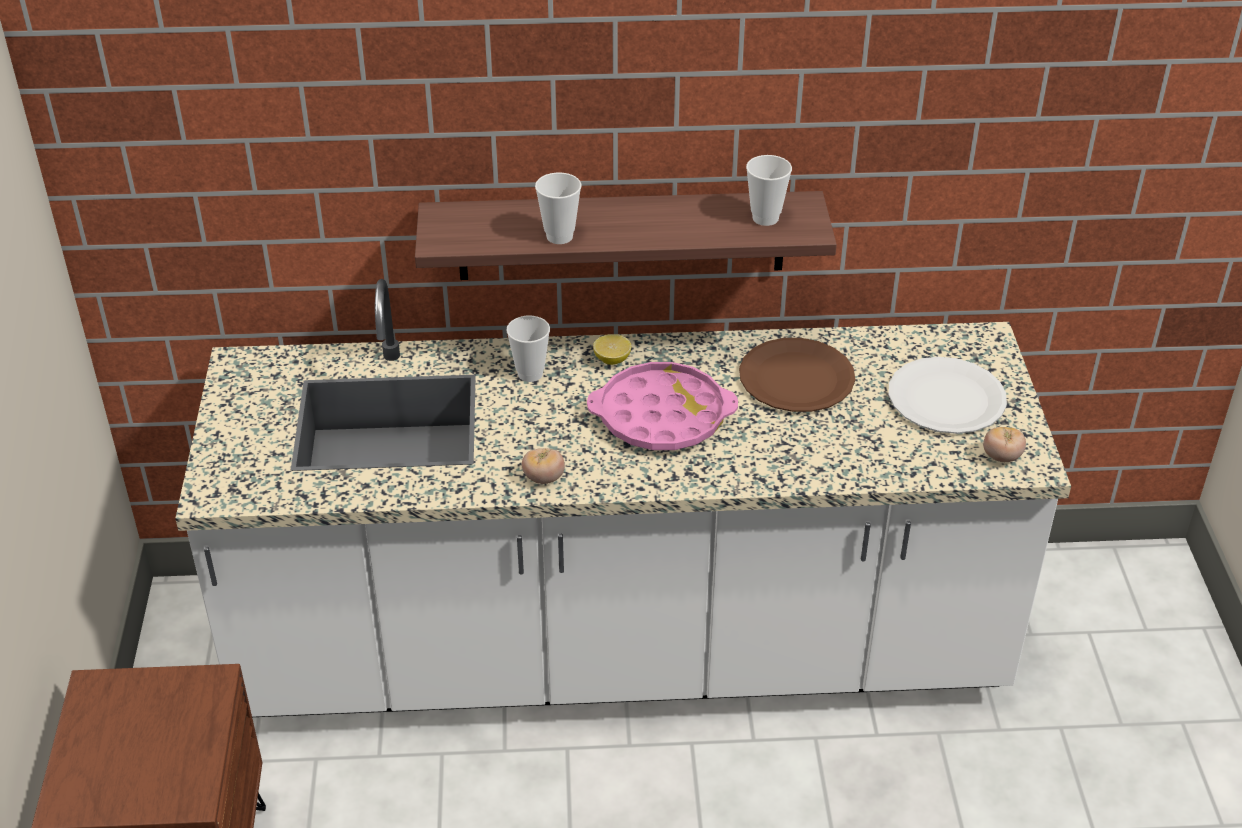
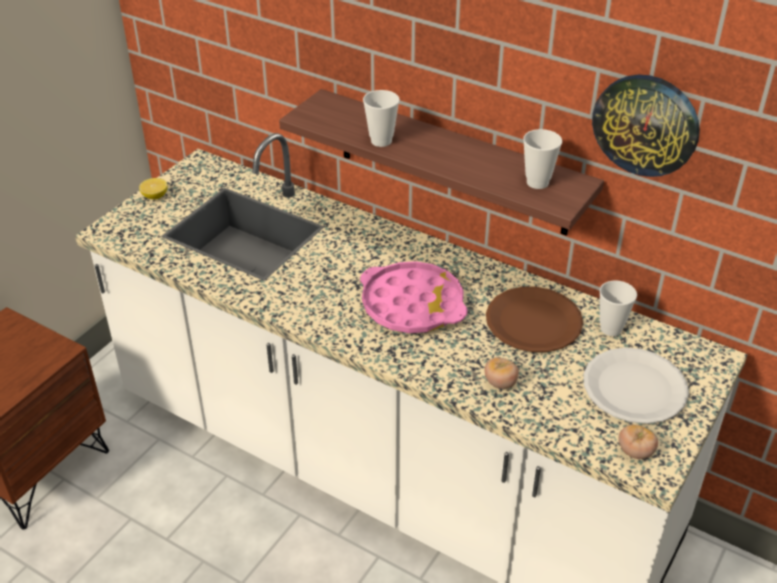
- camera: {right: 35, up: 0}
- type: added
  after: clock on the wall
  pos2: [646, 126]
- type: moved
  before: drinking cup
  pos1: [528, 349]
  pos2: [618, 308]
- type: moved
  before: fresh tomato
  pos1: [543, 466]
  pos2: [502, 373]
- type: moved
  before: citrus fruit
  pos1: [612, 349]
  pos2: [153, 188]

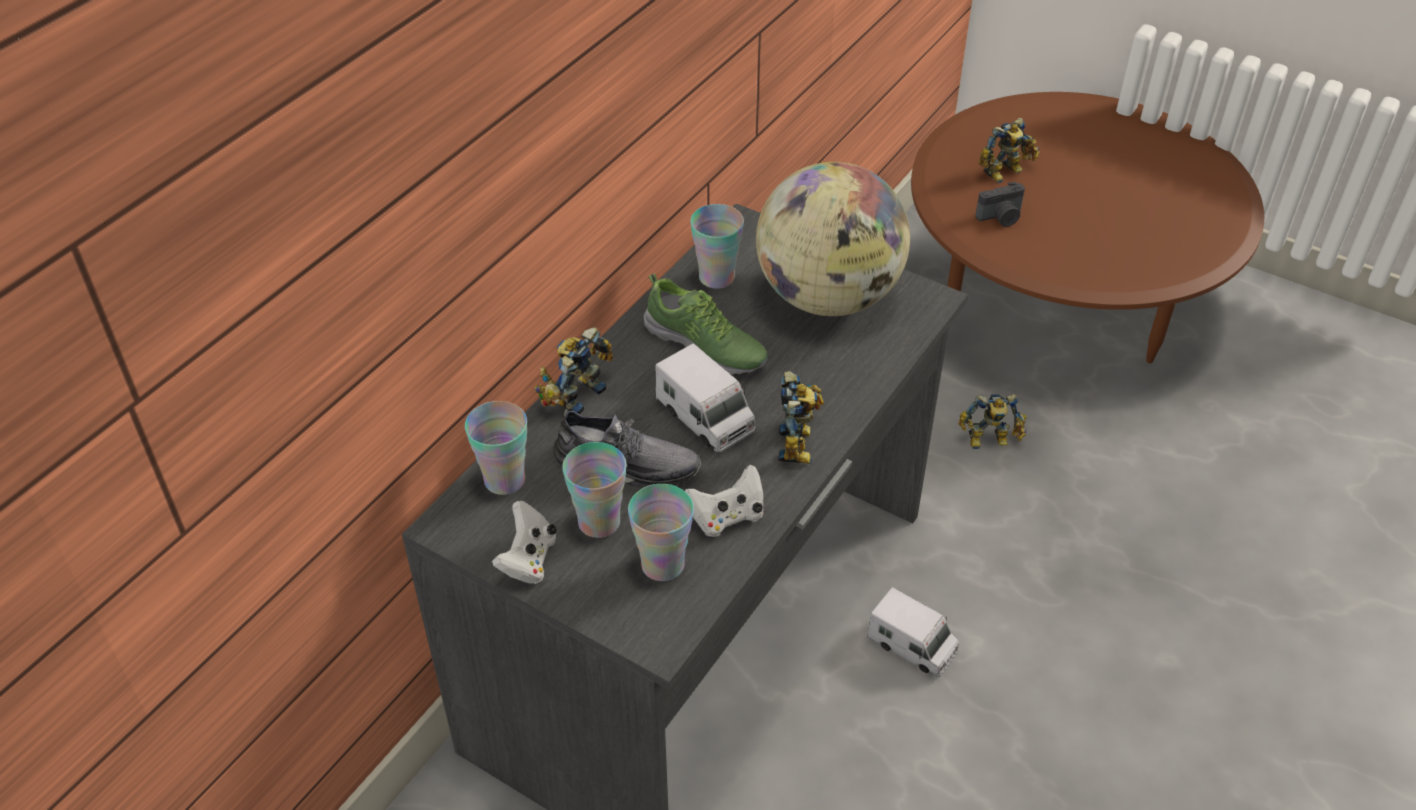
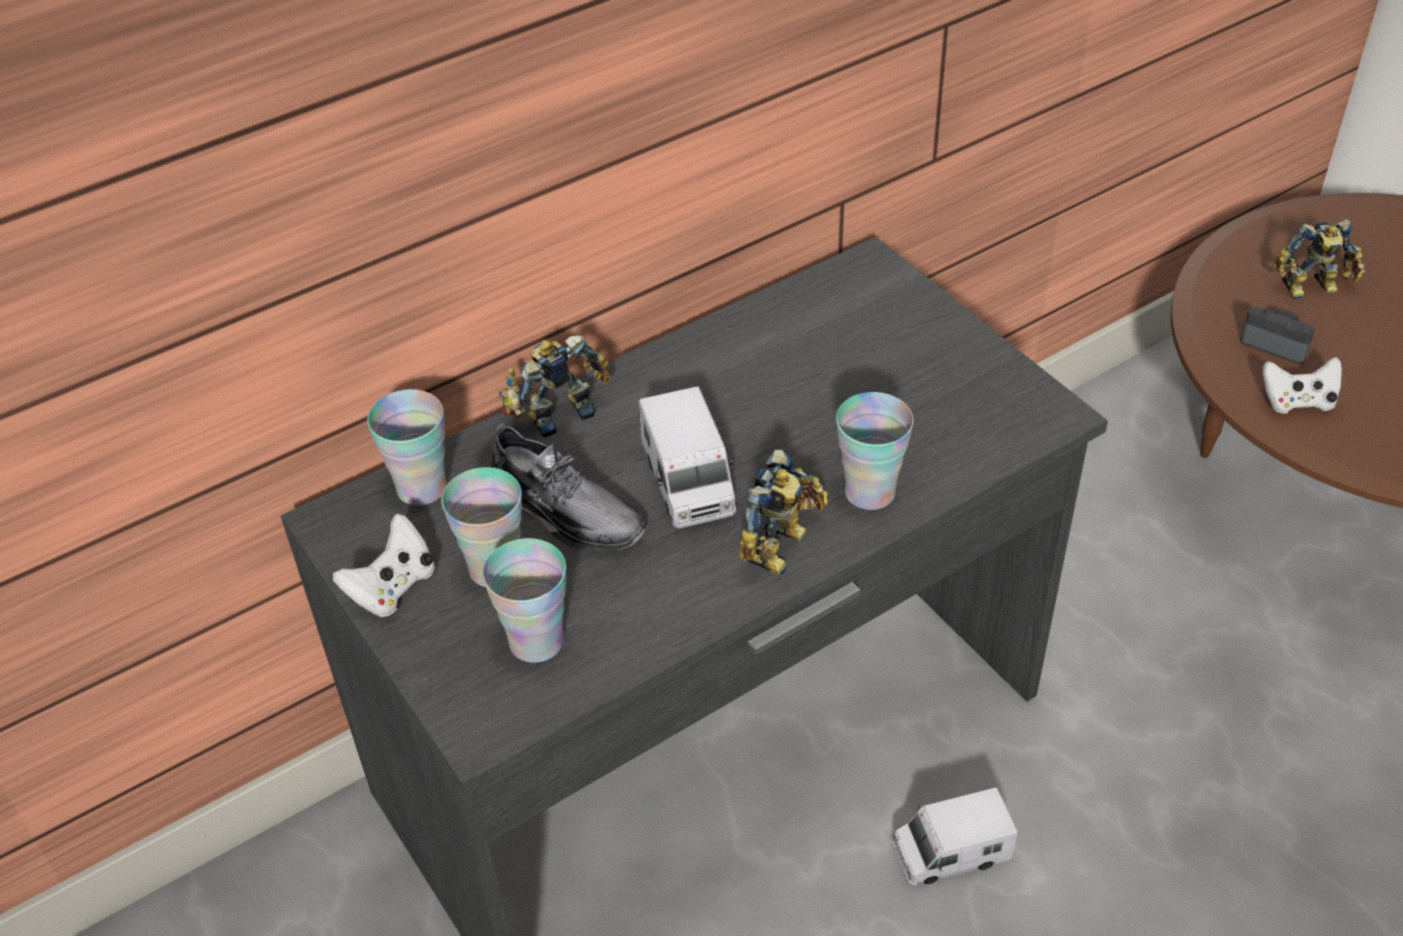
- camera: {right: 25, up: 0}
- type: removed
  before: shoe
  pos1: [705, 323]
- type: removed
  before: globe
  pos1: [833, 239]
- type: removed
  before: robot figure
  pos1: [992, 421]
- type: moved
  before: whitish gamepad
  pos1: [724, 501]
  pos2: [1302, 385]
- type: moved
  before: drinking cup
  pos1: [717, 246]
  pos2: [875, 451]
- type: turned
  before: toy truck
  pos1: [913, 632]
  pos2: [955, 836]
  turn: 105
- type: turned
  before: still camera
  pos1: [1000, 204]
  pos2: [1277, 335]
  turn: -150

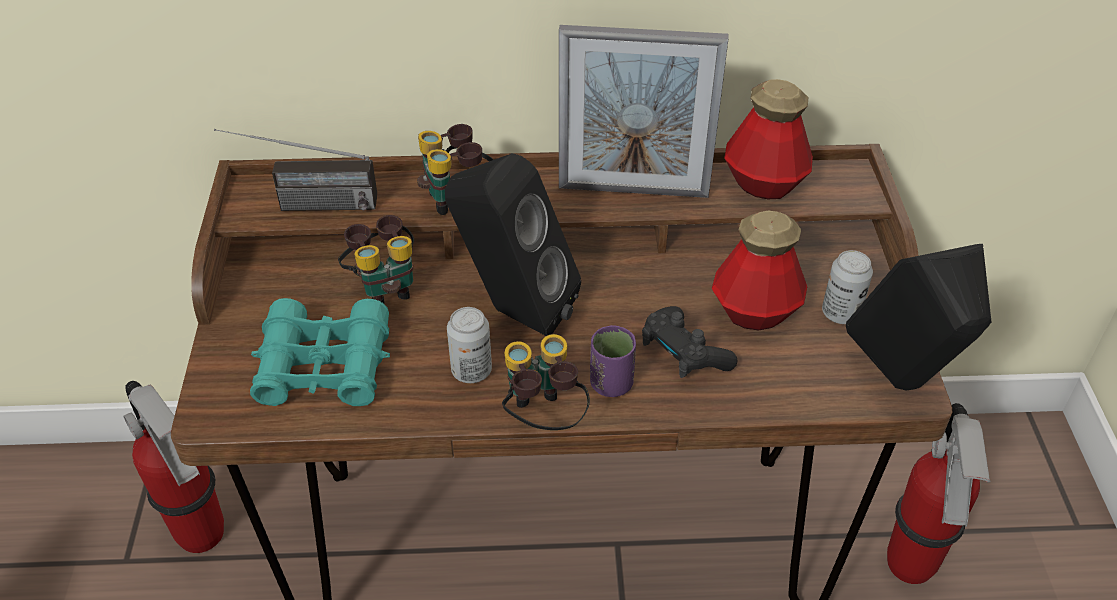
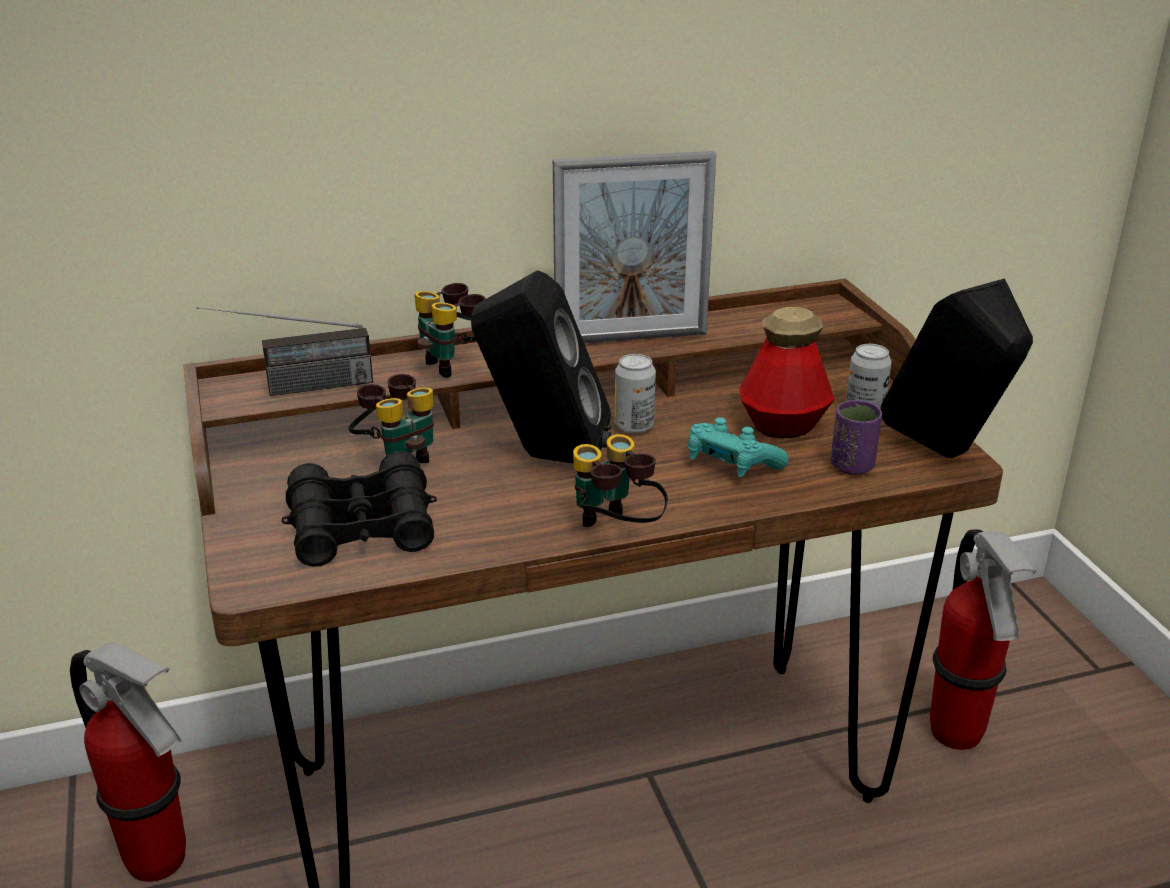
- camera: {right: -15, up: -15}
- type: removed
  before: bottle
  pos1: [768, 139]
- type: moved
  before: metal can
  pos1: [469, 345]
  pos2: [635, 394]
- type: moved
  before: purple-coloured drinking cup
  pos1: [613, 361]
  pos2: [856, 437]
- type: recoloured
  before: turquoise field glasses
  after: blackish field glasses
  pos1: [320, 352]
  pos2: [359, 508]
- type: recoloured
  before: blackish gamepad
  after: turquoise gamepad
  pos1: [689, 342]
  pos2: [738, 447]

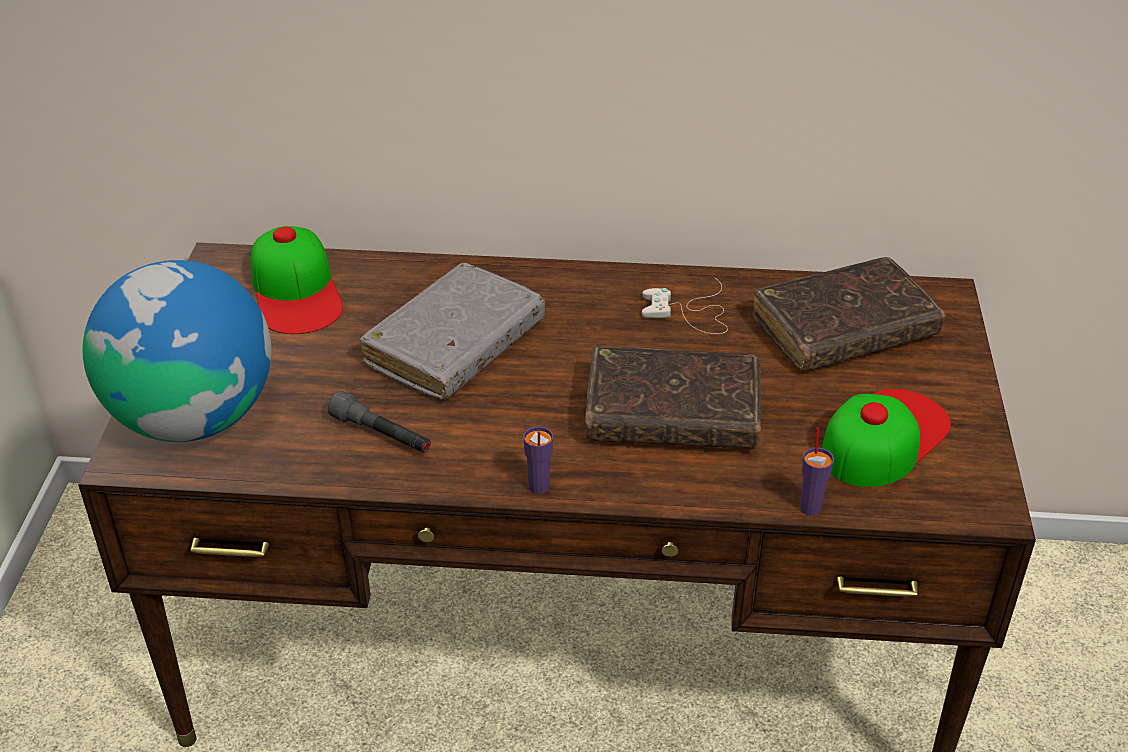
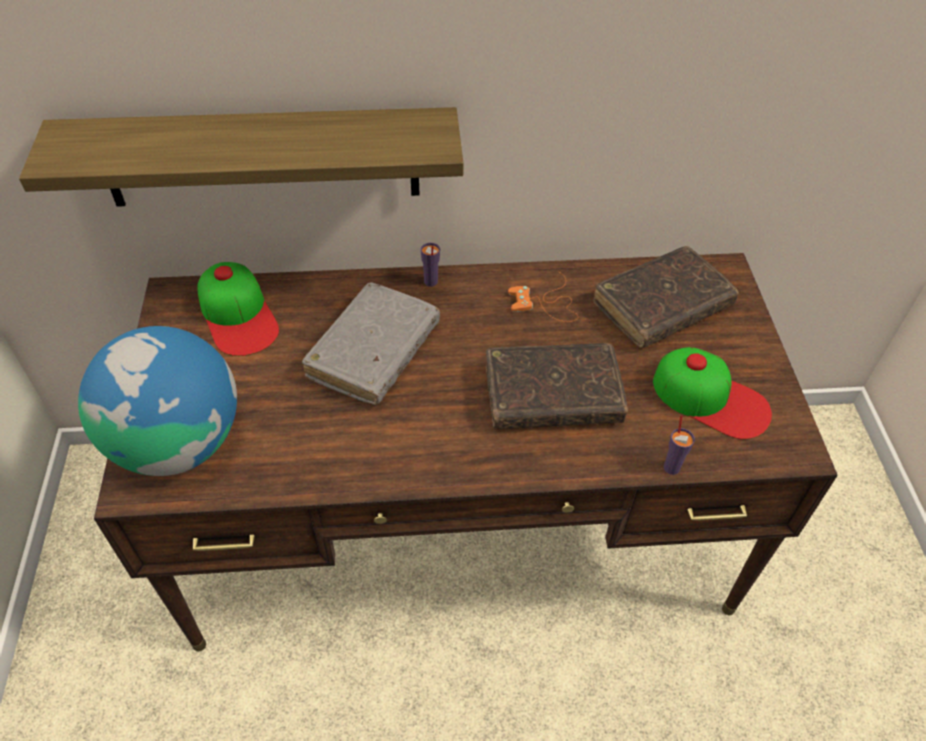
- camera: {right: -10, up: 10}
- type: removed
  before: gray hand torch
  pos1: [379, 422]
- type: added
  after: bracket shelf
  pos2: [241, 157]
- type: moved
  before: purple-coloured drinking cup
  pos1: [538, 460]
  pos2: [430, 265]
- type: recoloured
  before: whitish gamepad
  after: orangey gamepad
  pos1: [685, 305]
  pos2: [543, 296]
- type: turned
  before: cap
  pos1: [886, 438]
  pos2: [712, 393]
  turn: 90

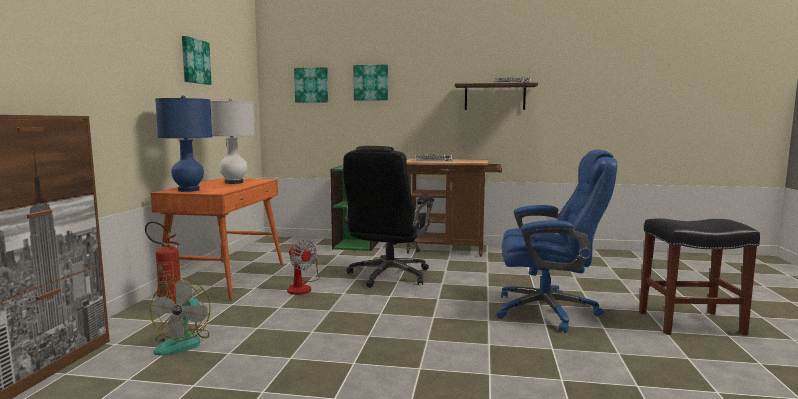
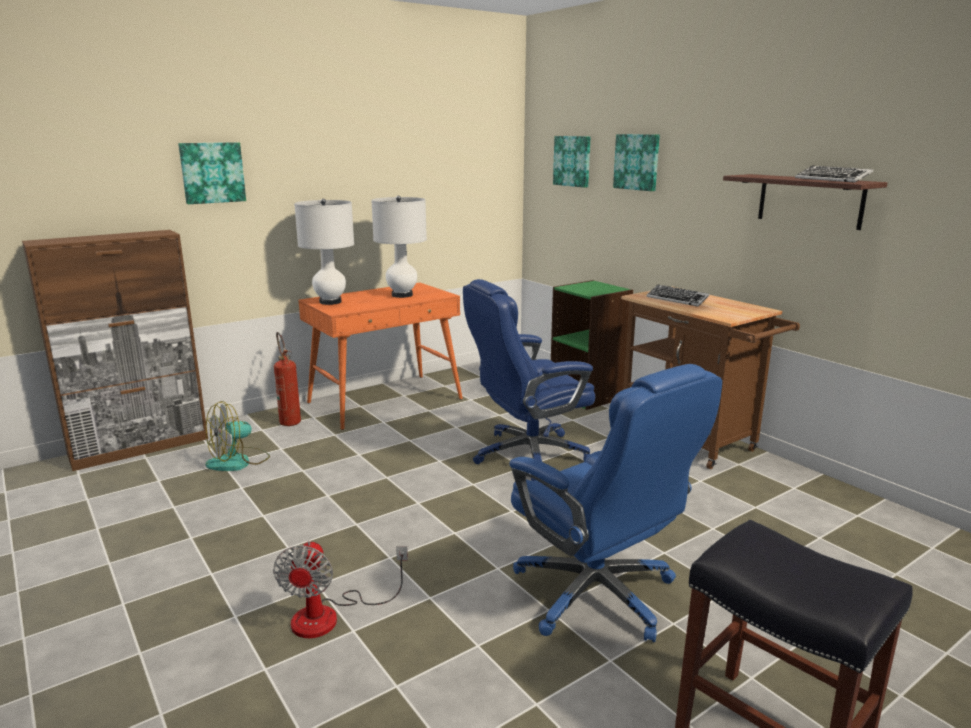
- camera: {right: 45, up: 10}
- type: moved
  before: picture
  pos1: [197, 60]
  pos2: [212, 173]
- type: moved
  before: electric fan
  pos1: [303, 267]
  pos2: [340, 589]
- type: recoloured
  before: blue-coloured lamp for a table
  after: whitish lamp for a table
  pos1: [183, 143]
  pos2: [324, 252]
- type: recoloured
  before: blackish computer chair
  after: blue-coloured computer chair
  pos1: [388, 217]
  pos2: [529, 380]

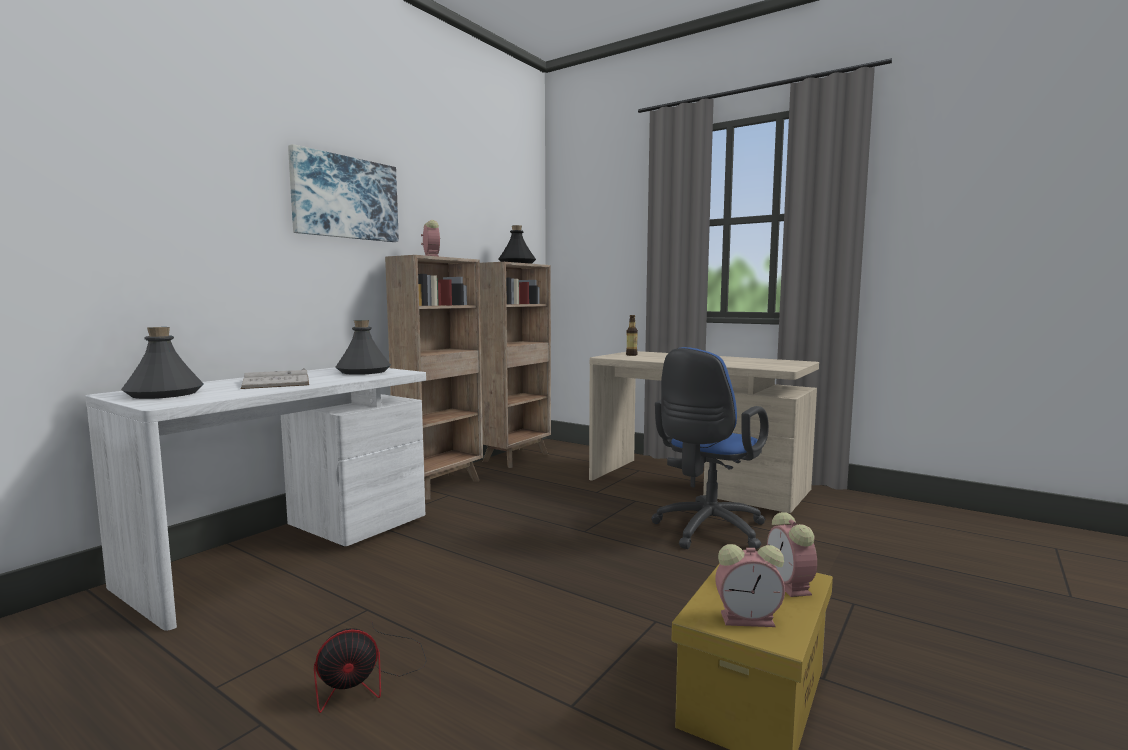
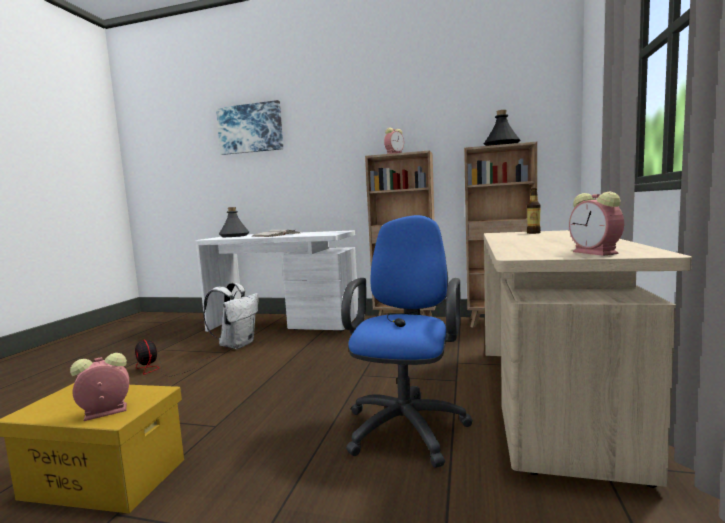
- camera: {right: 70, up: 0}
- type: removed
  before: gray bottle
  pos1: [363, 347]
- type: added
  after: whitish backpack
  pos2: [231, 316]
- type: moved
  before: picture
  pos1: [343, 193]
  pos2: [249, 127]
- type: moved
  before: bedside clock
  pos1: [750, 585]
  pos2: [596, 224]
- type: turned
  before: blue-coloured computer chair
  pos1: [710, 448]
  pos2: [407, 341]
  turn: 90

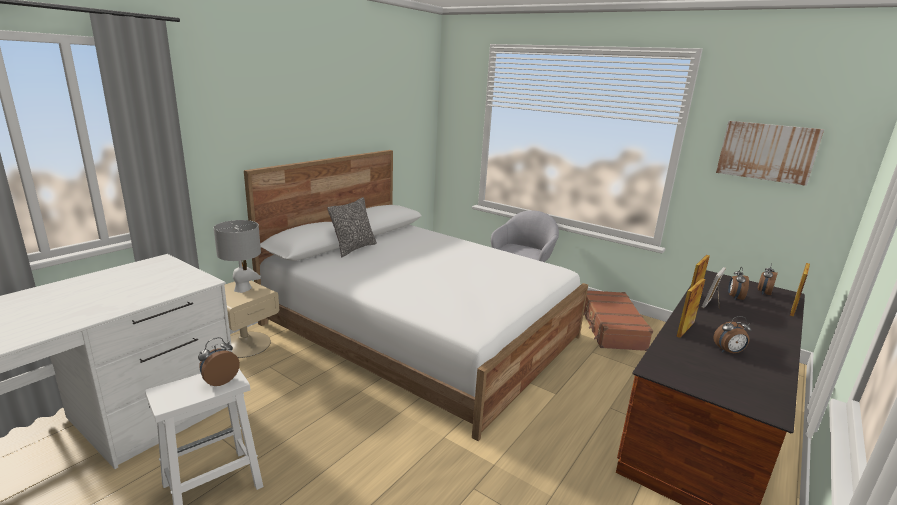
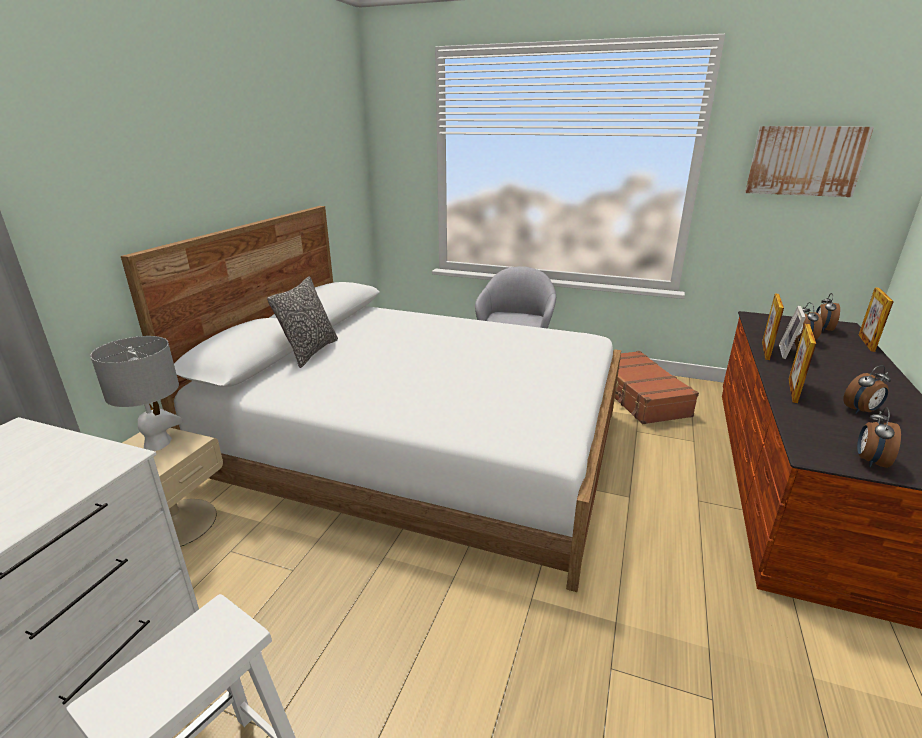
- camera: {right: -15, up: 5}
- type: moved
  before: bedside clock
  pos1: [219, 361]
  pos2: [879, 437]

